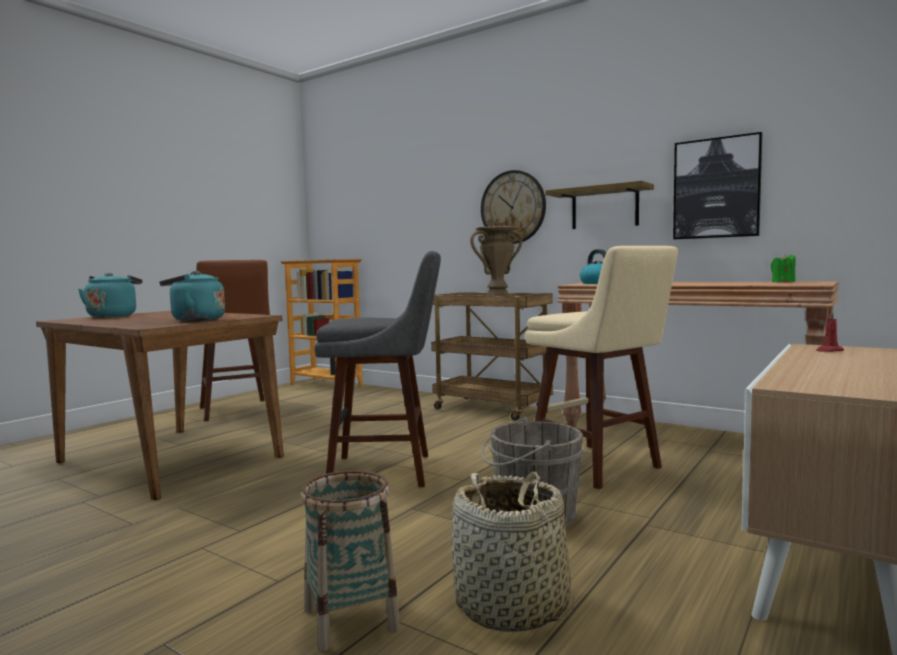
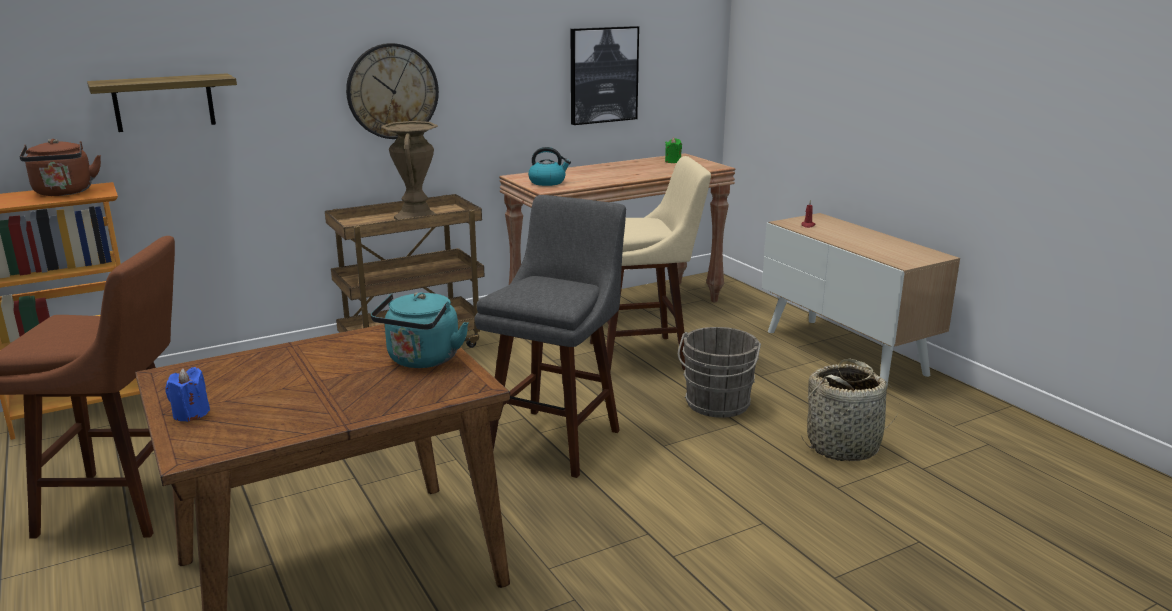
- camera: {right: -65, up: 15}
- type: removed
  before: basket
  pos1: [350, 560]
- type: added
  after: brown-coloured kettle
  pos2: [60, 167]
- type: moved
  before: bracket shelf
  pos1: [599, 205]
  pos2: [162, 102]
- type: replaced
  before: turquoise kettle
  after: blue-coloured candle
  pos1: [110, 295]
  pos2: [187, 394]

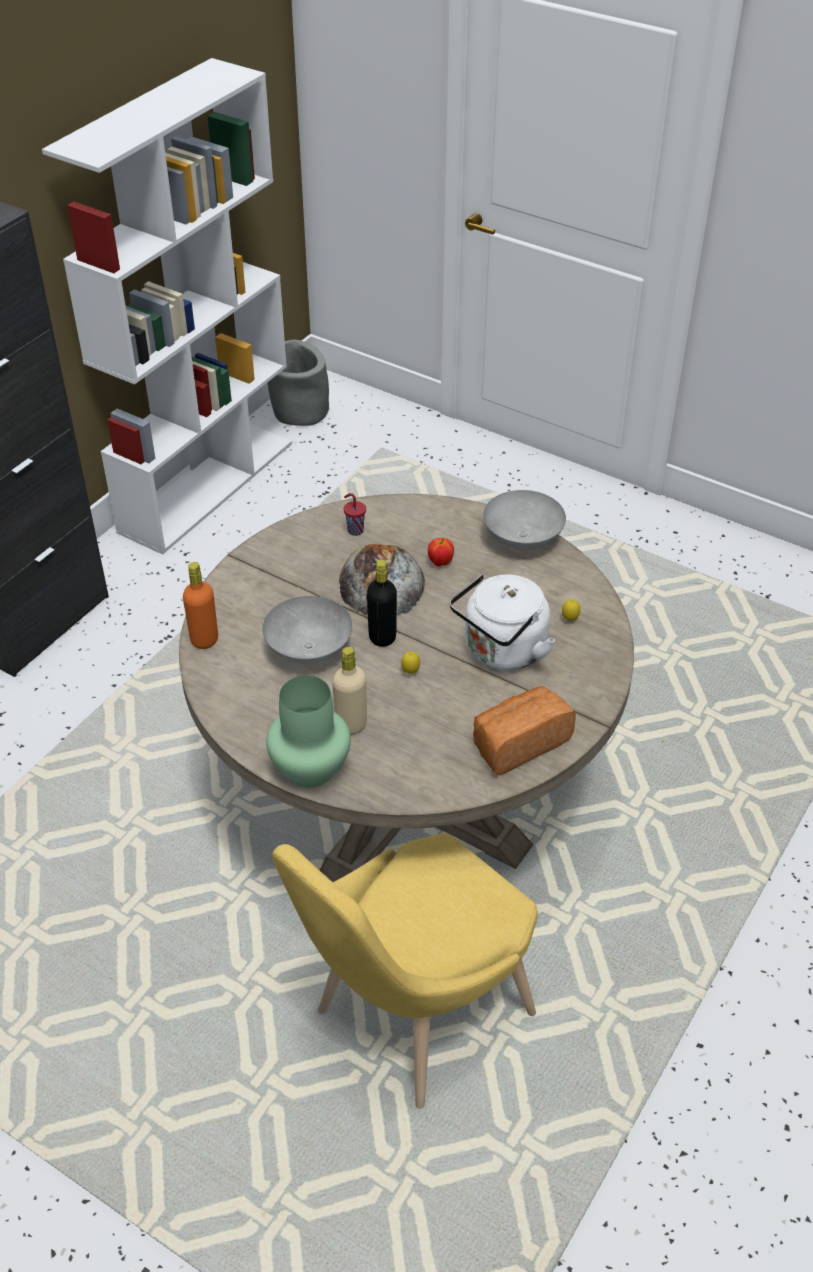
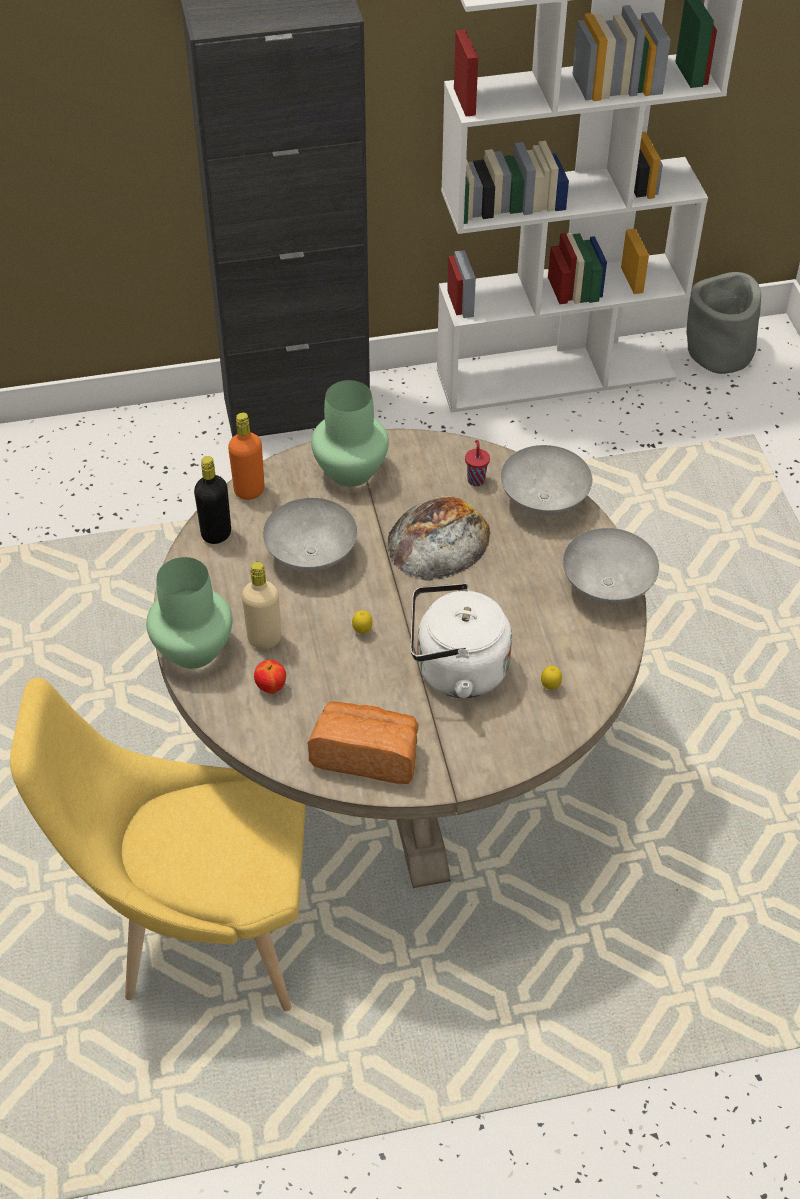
- camera: {right: 45, up: 5}
- type: added
  after: green decorative vase
  pos2: [350, 433]
- type: added
  after: gray deep dish
  pos2: [546, 480]
- type: moved
  before: blackish bottle
  pos1: [382, 603]
  pos2: [212, 500]
- type: moved
  before: whole apple
  pos1: [441, 552]
  pos2: [270, 677]

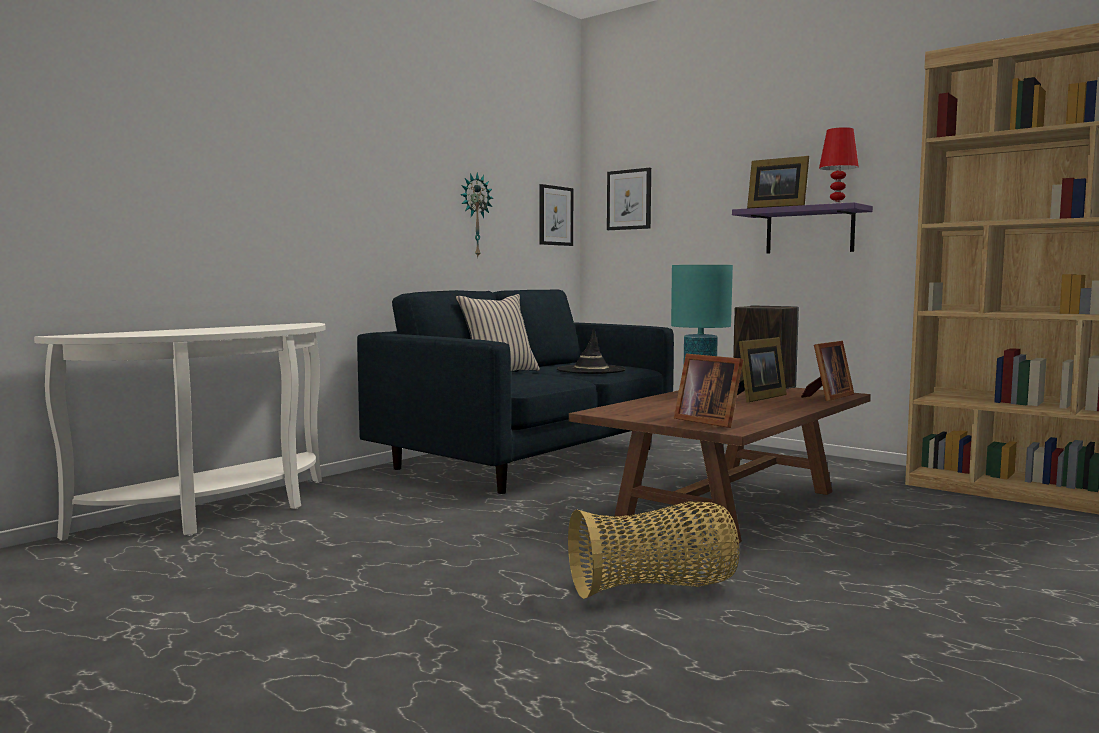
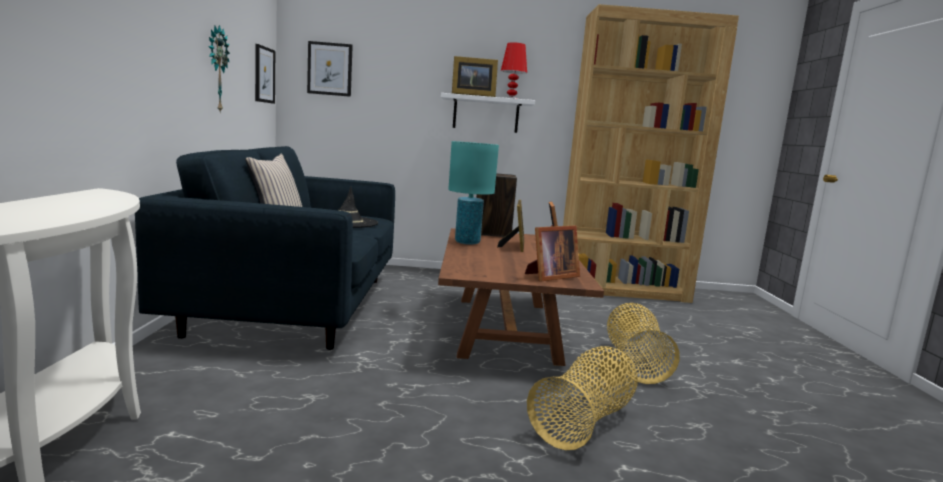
- camera: {right: -40, up: 5}
- type: added
  after: basket
  pos2: [643, 343]
- type: recoloured
  before: purple-coloured bracket shelf
  after: whitish bracket shelf
  pos1: [802, 228]
  pos2: [488, 113]
- type: turned
  before: picture frame
  pos1: [708, 391]
  pos2: [552, 253]
  turn: -45

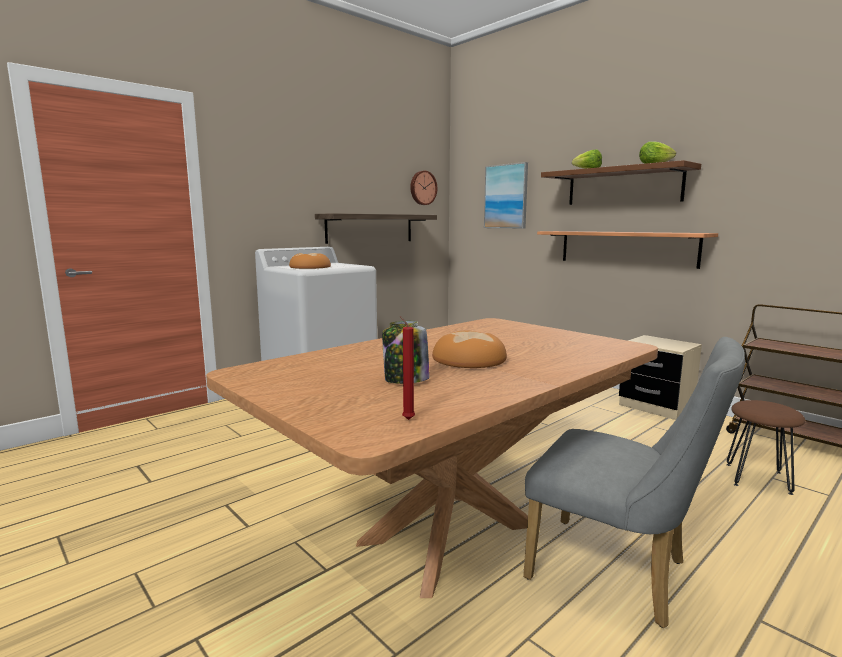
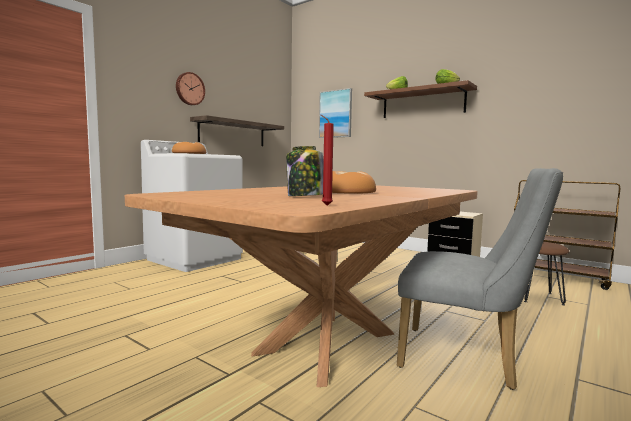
- camera: {right: -10, up: -5}
- type: removed
  before: bracket shelf
  pos1: [627, 250]
- type: moved
  before: clock on the wall
  pos1: [423, 188]
  pos2: [190, 88]

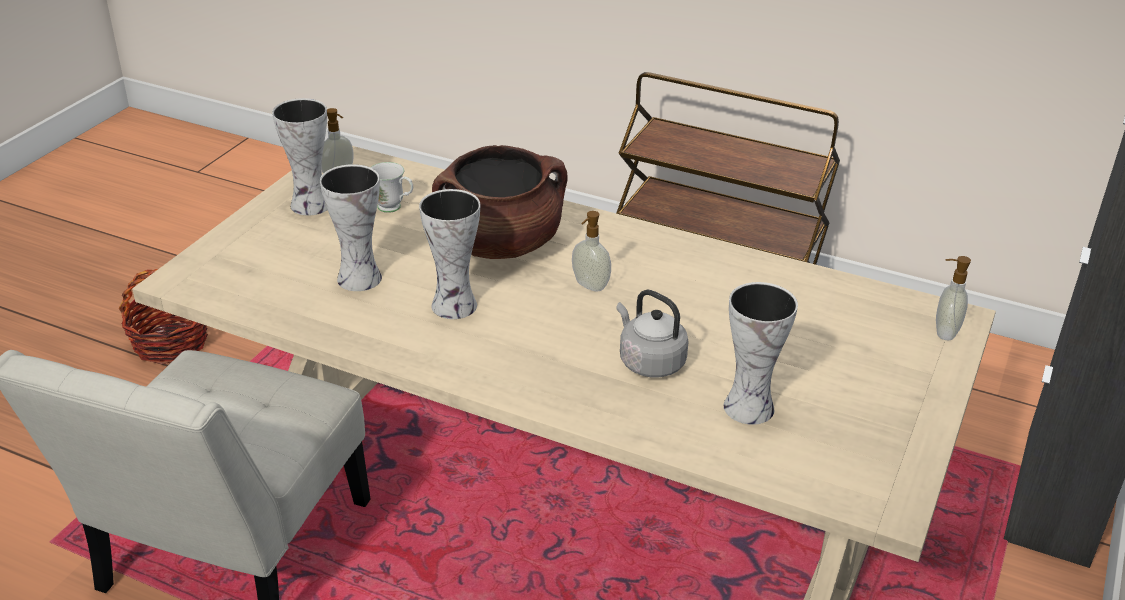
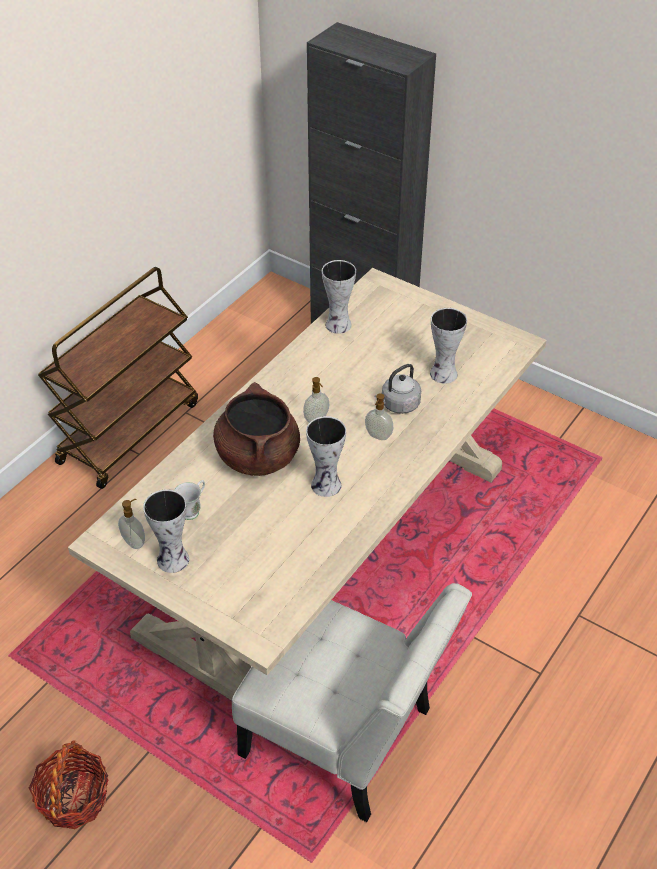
- camera: {right: -80, up: 10}
- type: moved
  before: decorative vase
  pos1: [351, 227]
  pos2: [339, 297]
- type: moved
  before: liquid soap bottle
  pos1: [953, 298]
  pos2: [379, 416]

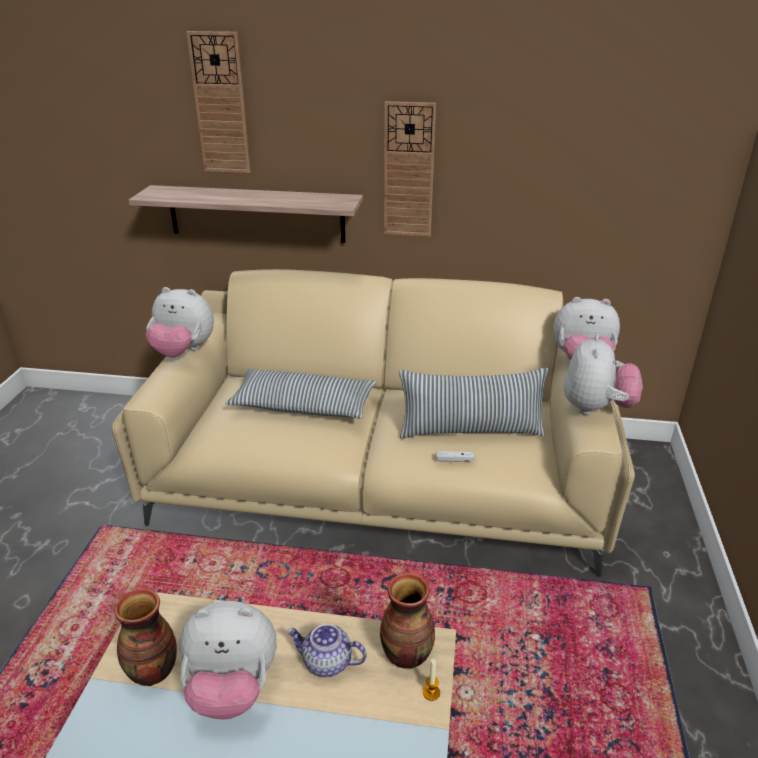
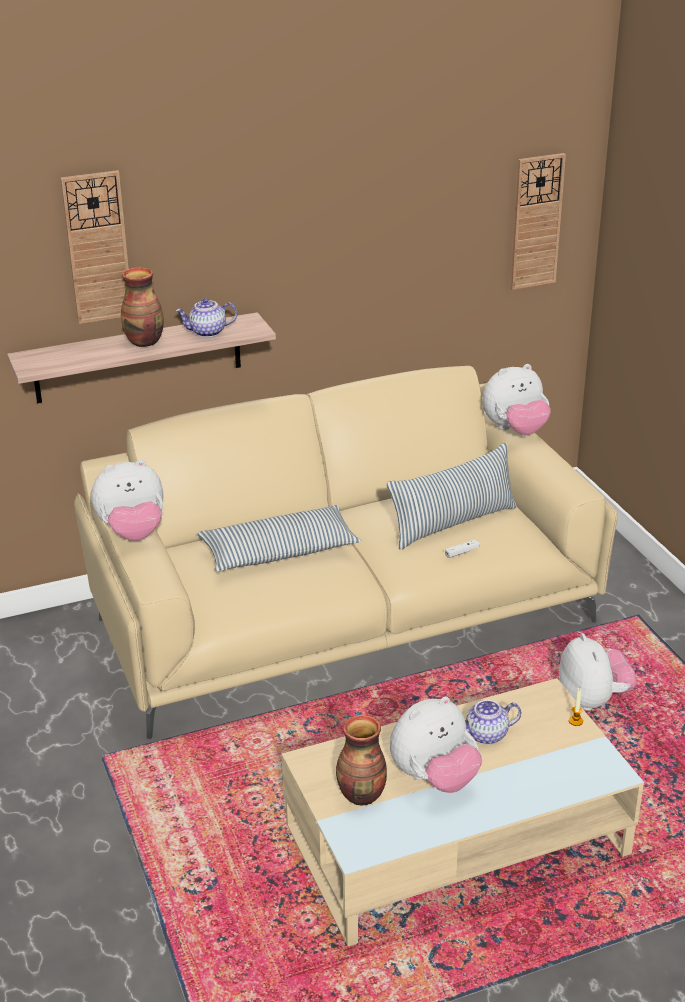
- camera: {right: -30, up: 0}
- type: added
  after: tea pot
  pos2: [206, 318]
- type: moved
  before: decorative vase
  pos1: [407, 621]
  pos2: [142, 307]
- type: moved
  before: clock on the wall
  pos1: [410, 169]
  pos2: [538, 221]
- type: moved
  before: plush toy
  pos1: [603, 374]
  pos2: [597, 671]

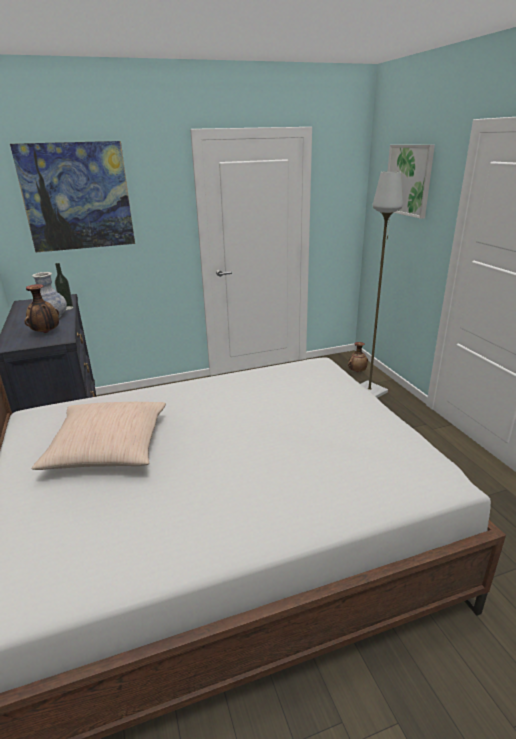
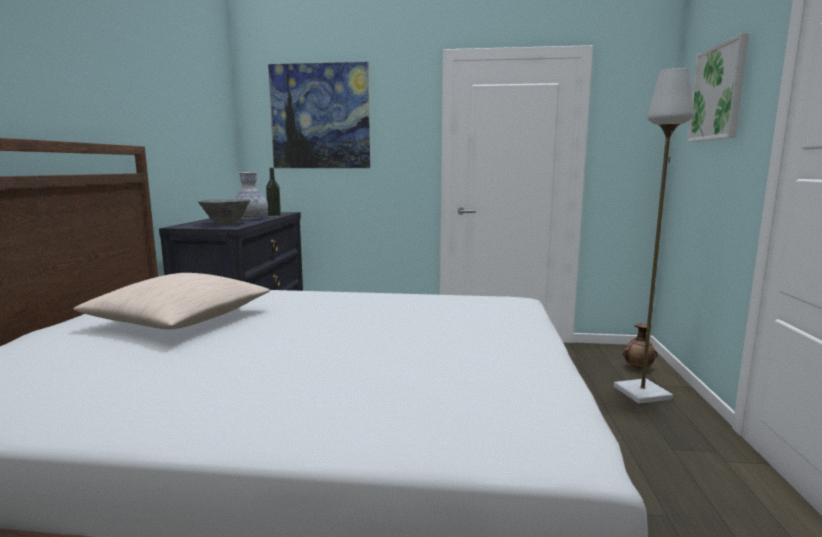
- camera: {right: 25, up: -15}
- type: replaced
  before: decorative vase
  after: gray deep dish
  pos1: [42, 308]
  pos2: [224, 211]

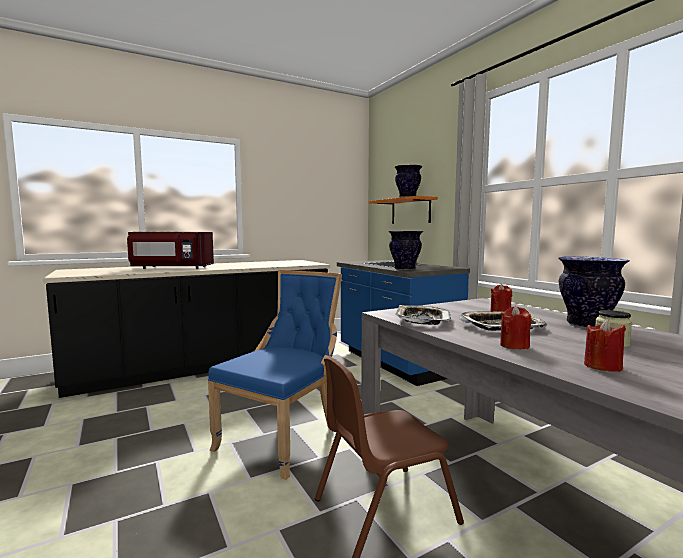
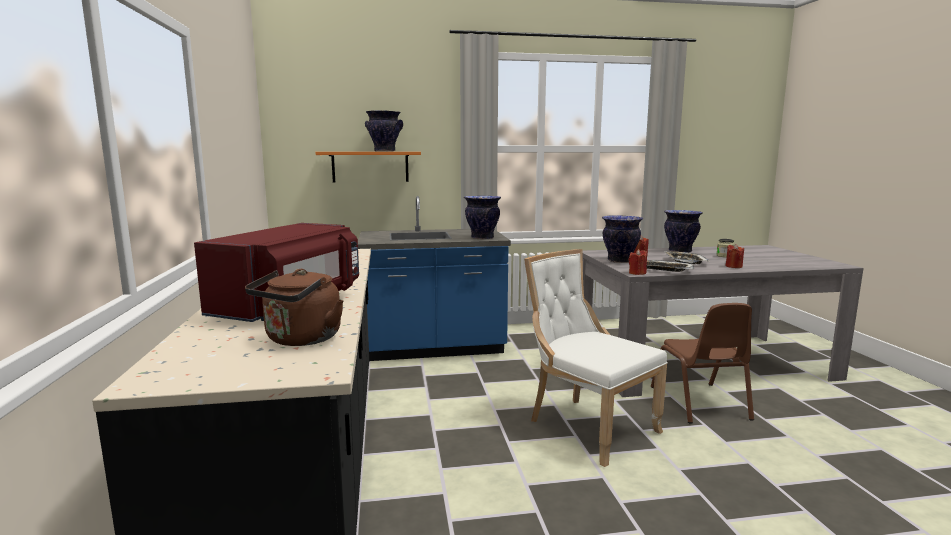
- camera: {right: -70, up: 5}
- type: added
  after: brown-coloured kettle
  pos2: [294, 307]
- type: added
  after: decorative vase
  pos2: [622, 239]
- type: moved
  before: red-coloured candle
  pos1: [605, 346]
  pos2: [638, 262]
- type: recoloured
  before: blue-coloured upright chair
  after: whitish upright chair
  pos1: [275, 375]
  pos2: [596, 358]

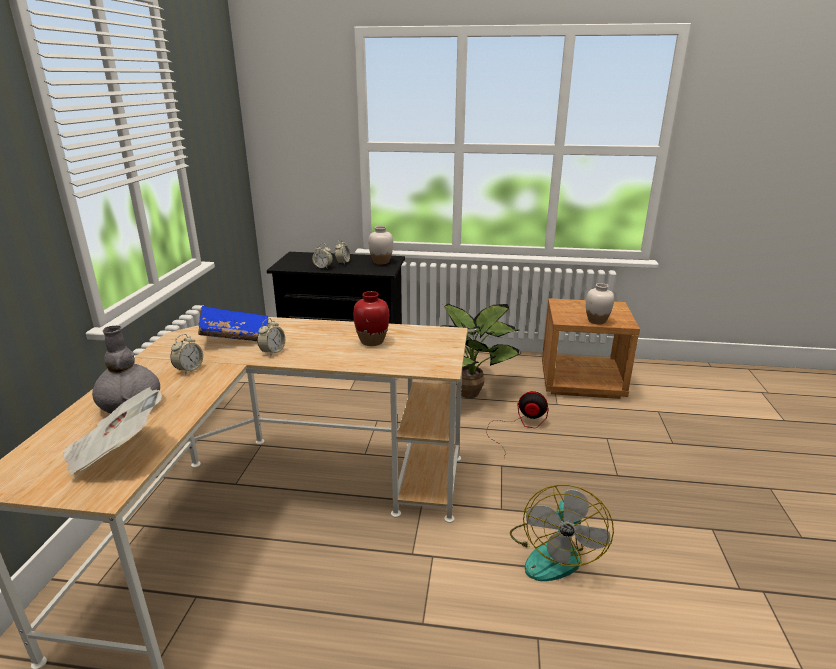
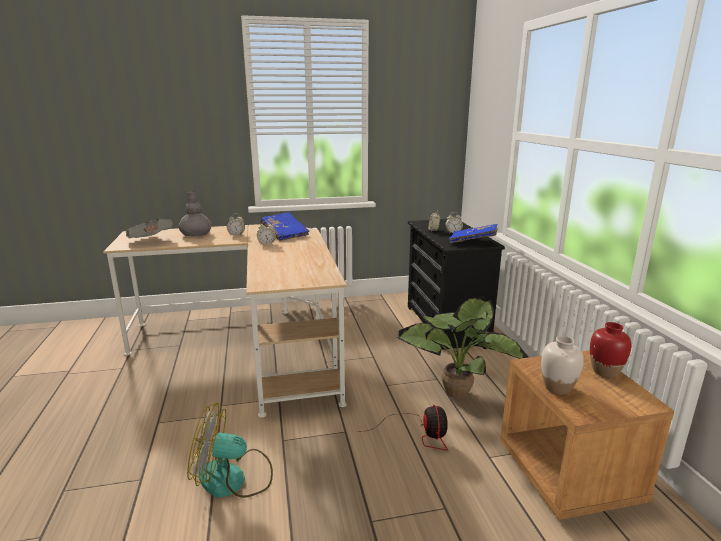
- camera: {right: 70, up: -5}
- type: moved
  before: red-coloured decorative vase
  pos1: [371, 318]
  pos2: [611, 350]
- type: replaced
  before: whitish decorative vase
  after: blue-coloured volume
  pos1: [380, 245]
  pos2: [473, 233]

